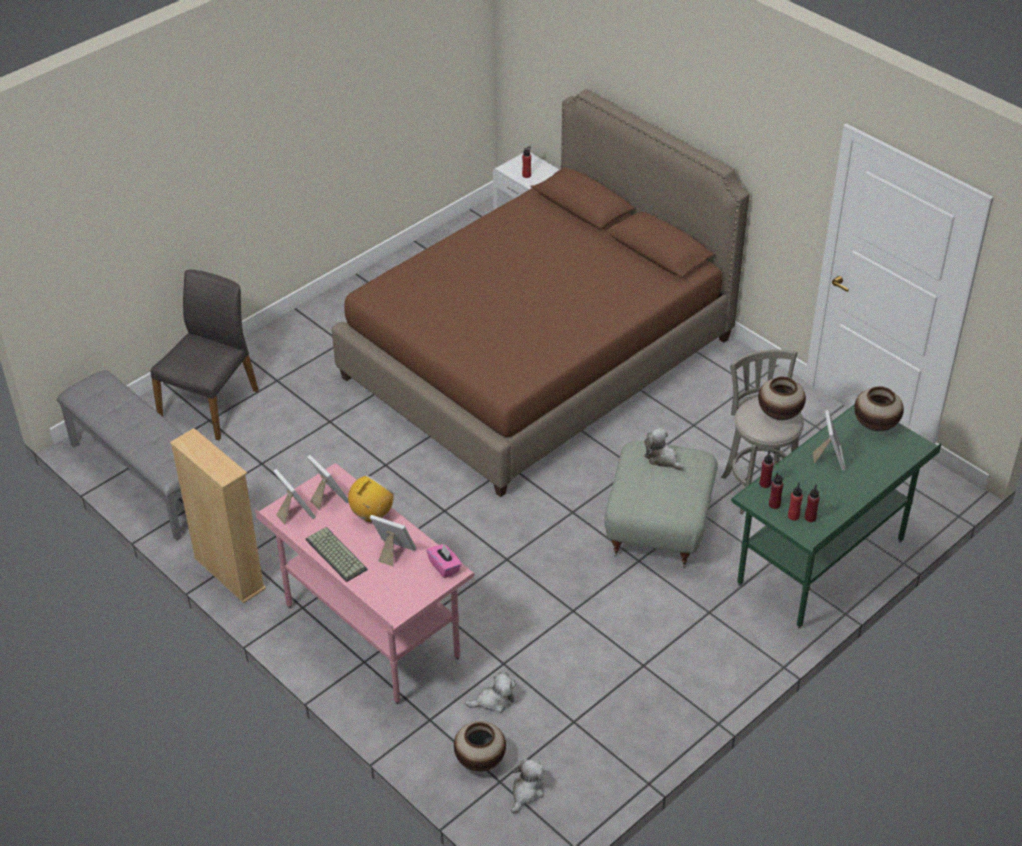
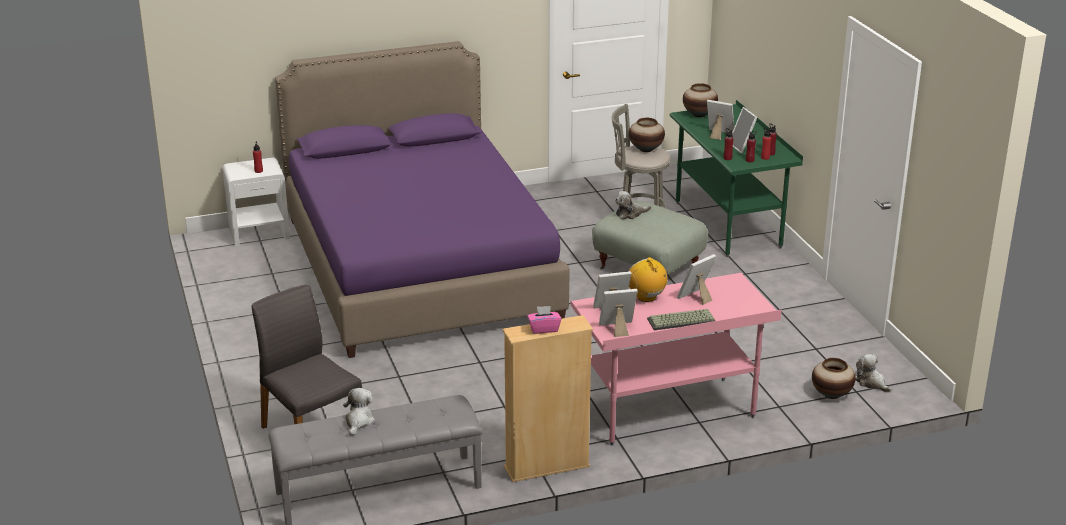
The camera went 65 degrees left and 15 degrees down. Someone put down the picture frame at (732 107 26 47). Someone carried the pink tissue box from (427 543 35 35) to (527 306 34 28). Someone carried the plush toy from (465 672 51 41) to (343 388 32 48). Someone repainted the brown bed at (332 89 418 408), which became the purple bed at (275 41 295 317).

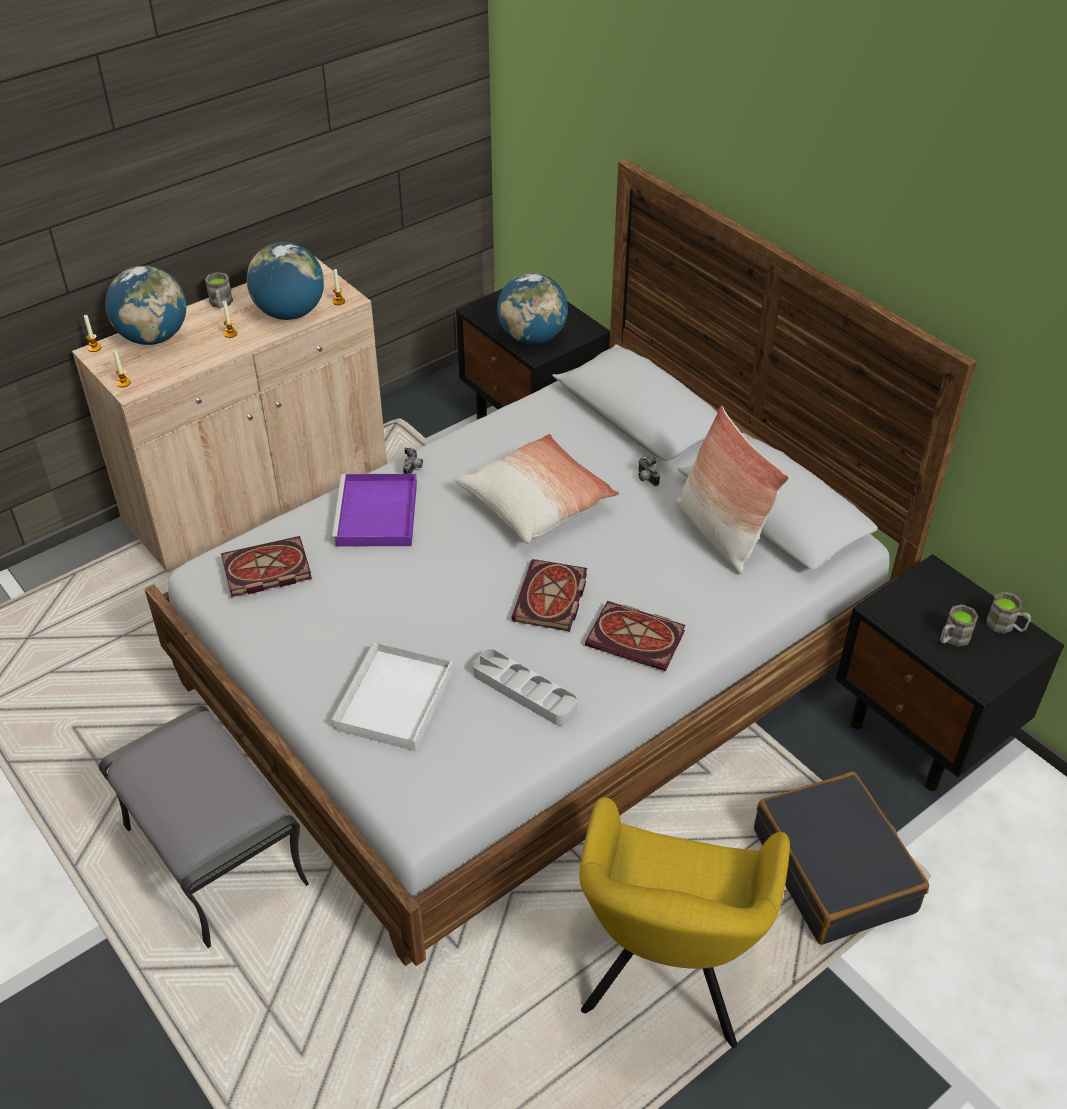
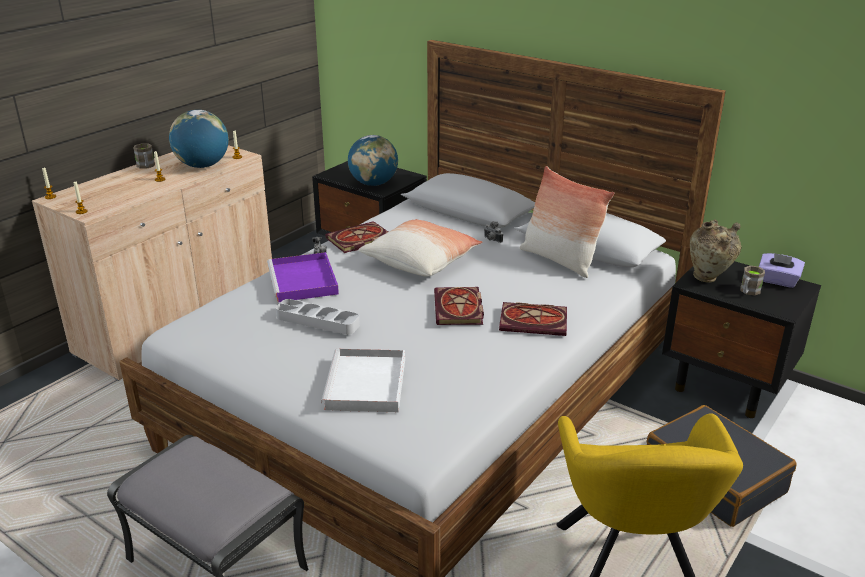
The camera went 15 degrees left and 15 degrees down. Someone took away the globe at (105 266 81 79). Someone put down the beige vase at (690 219 52 64). Someone carried the book from (221 536 91 61) to (326 221 62 32). Someone carried the grey tray from (473 649 104 76) to (276 299 84 36). Someone swapped the brown mug at (986 592 45 42) for the purple tissue box at (759 253 46 35).

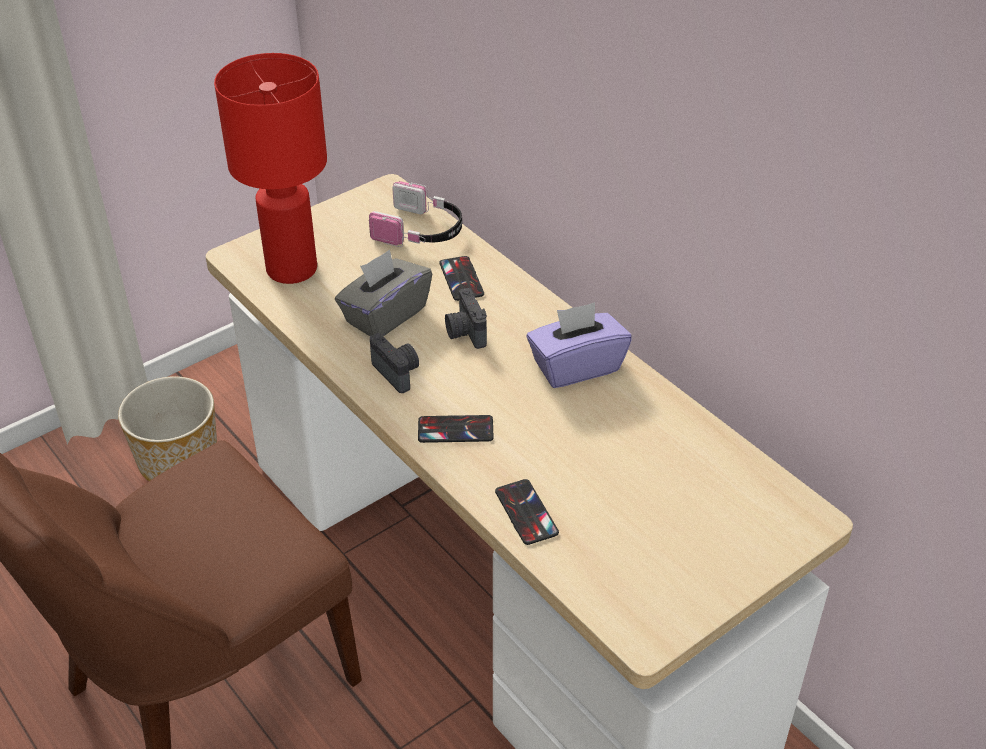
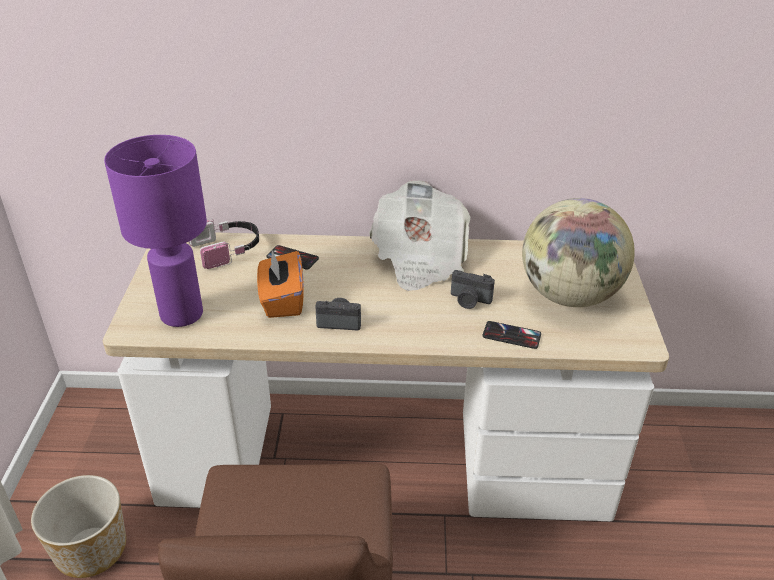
The camera went 50 degrees left and 5 degrees down. Someone took away the phone at (418 415 76 28). Someone put down the globe at (522 198 113 109). Someone carried the photo camera from (445 288 42 61) to (451 270 44 39). Someone swapped the purple tissue box at (527 302 105 86) for the newspaper at (369 180 101 111). Someone repainted the red table lamp at (214 53 113 231), which became the purple table lamp at (104 135 103 192). Someone repainted the grey tissue box at (335 250 97 86), which became the orange tissue box at (257 251 47 67).

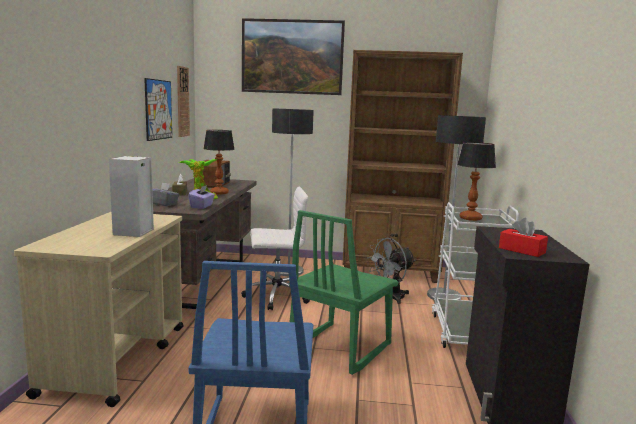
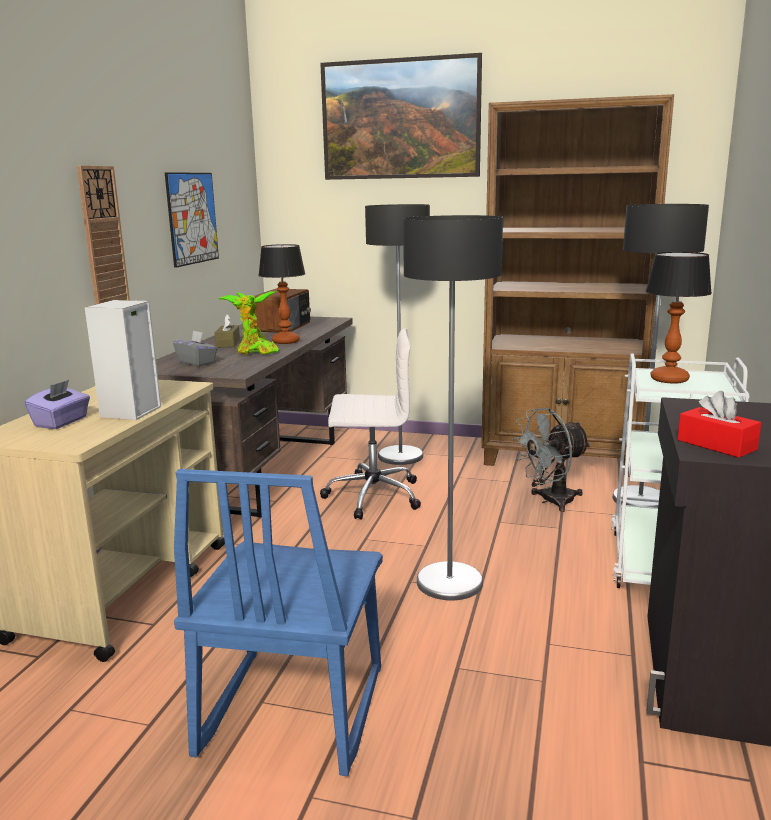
The camera went 10 degrees right and 5 degrees up. Someone carried the wall clock from (177 66 13 71) to (77 165 53 140). Someone carried the purple tissue box from (188 185 27 24) to (25 380 65 49). Someone swapped the green chair at (289 210 109 165) for the floor lamp at (403 215 100 385).

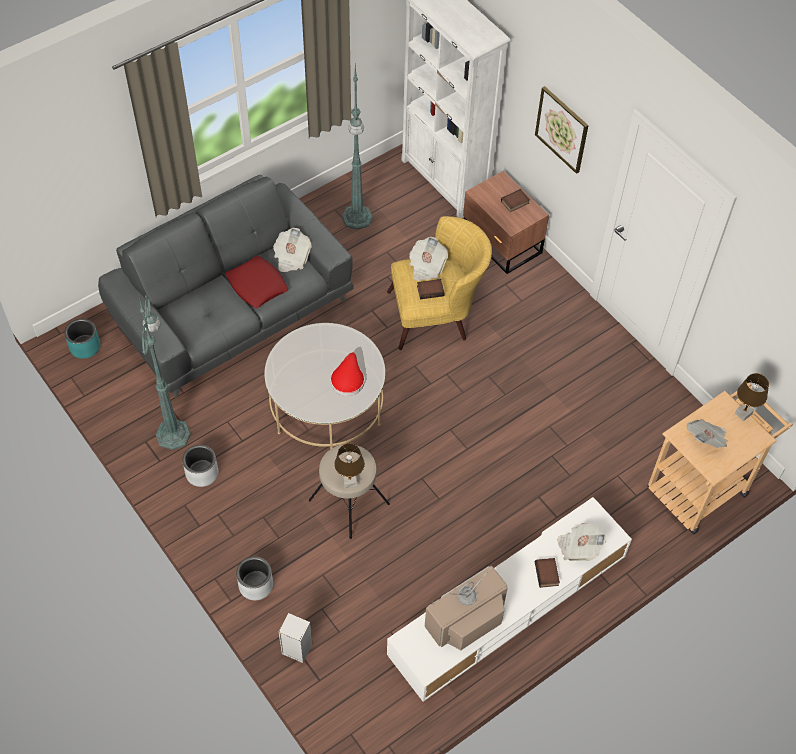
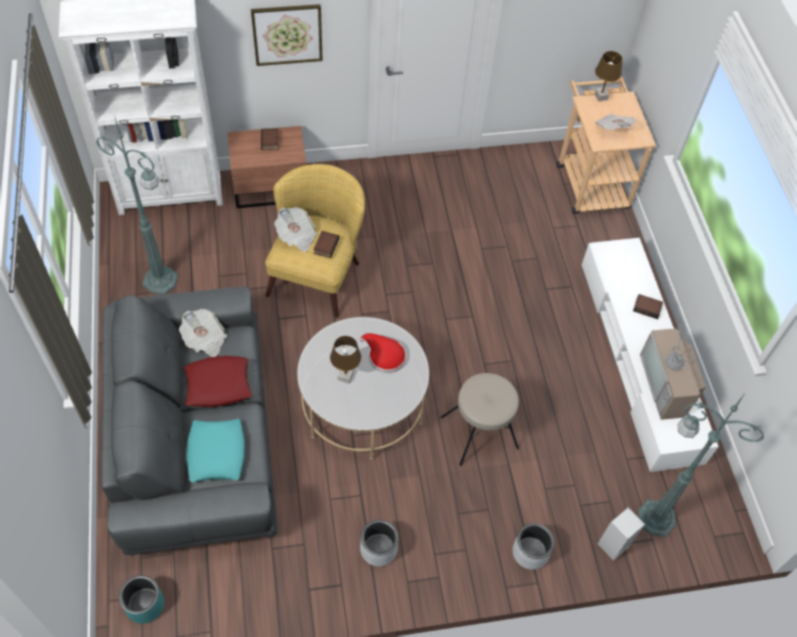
The camera went 65 degrees left and 0 degrees up. Someone took away the newspaper at (557 523 49 38). Someone put down the turquoise pillow at (186 419 59 64). Someone carried the green floor lamp from (138 293 53 157) to (638 392 126 145). Someone carried the brown table lamp from (334 443 31 45) to (330 336 31 48).

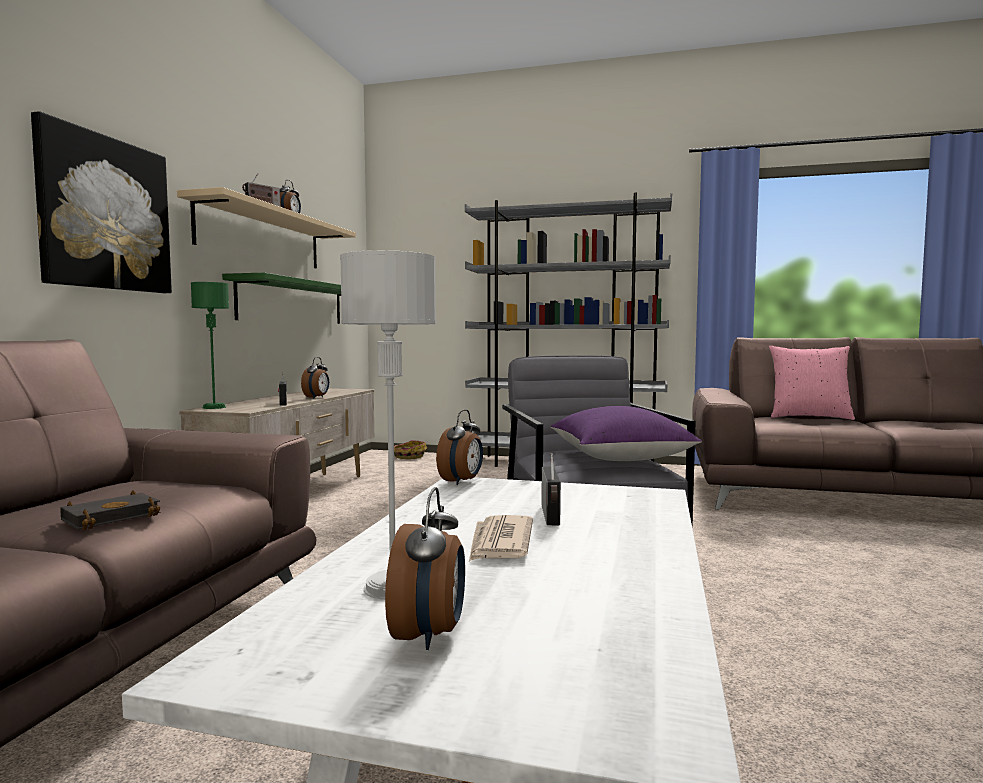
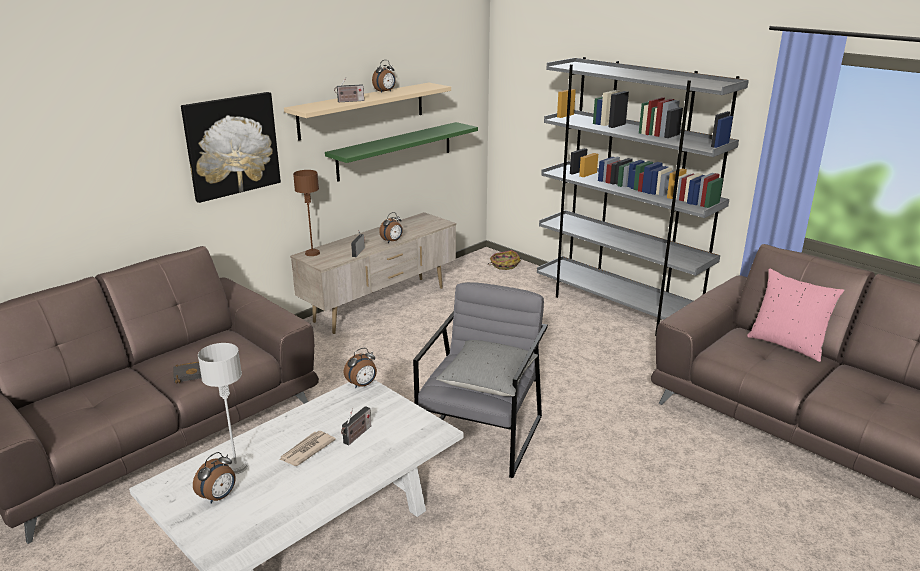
The camera went 30 degrees right and 20 degrees up. Someone repainted the green table lamp at (191 282 38 127), which became the brown table lamp at (293 170 27 86). Someone repainted the purple pillow at (550 406 152 55), which became the grey pillow at (436 340 102 56).

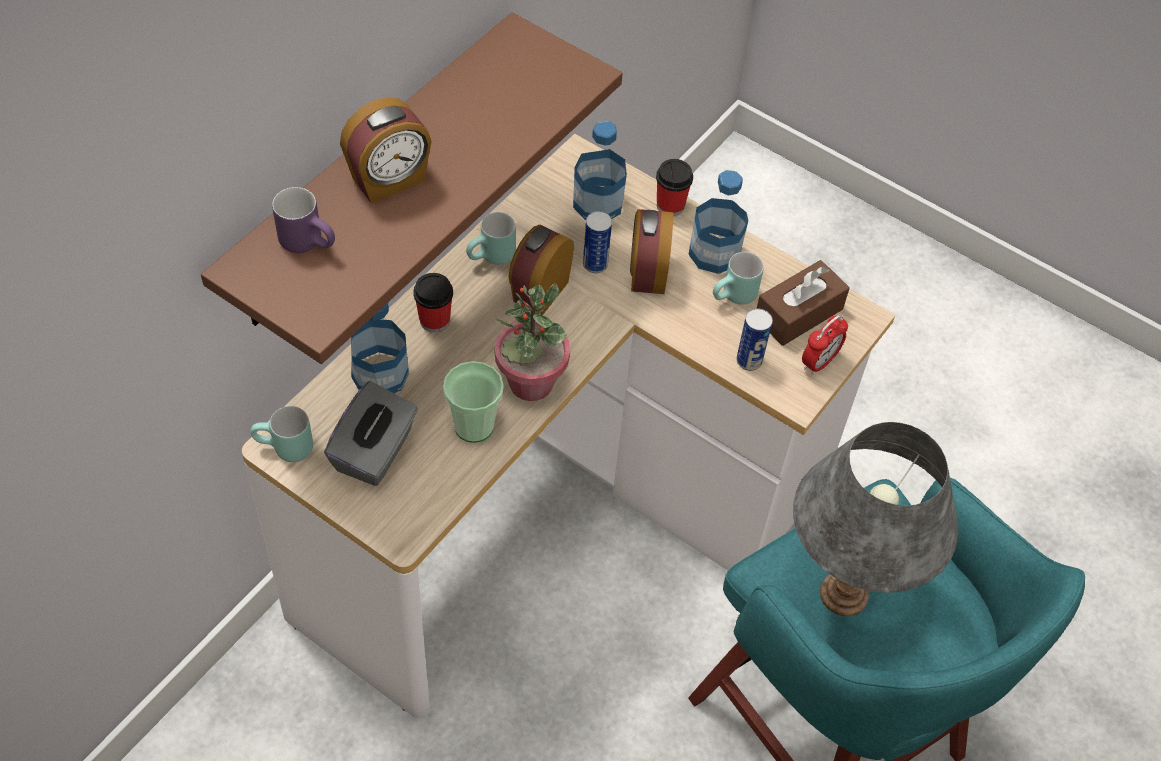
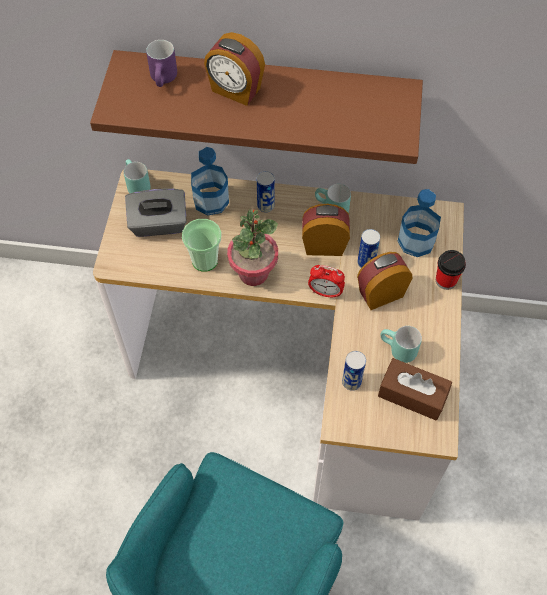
The camera went 65 degrees right and 5 degrees up. Someone took away the bottle at (688 170 60 104). Someone took away the grey table lamp at (793 422 165 194). Someone carried the alarm clock from (802 315 46 60) to (308 265 37 33). Someone swapped the cup at (413 273 40 60) for the can at (257 171 17 42).

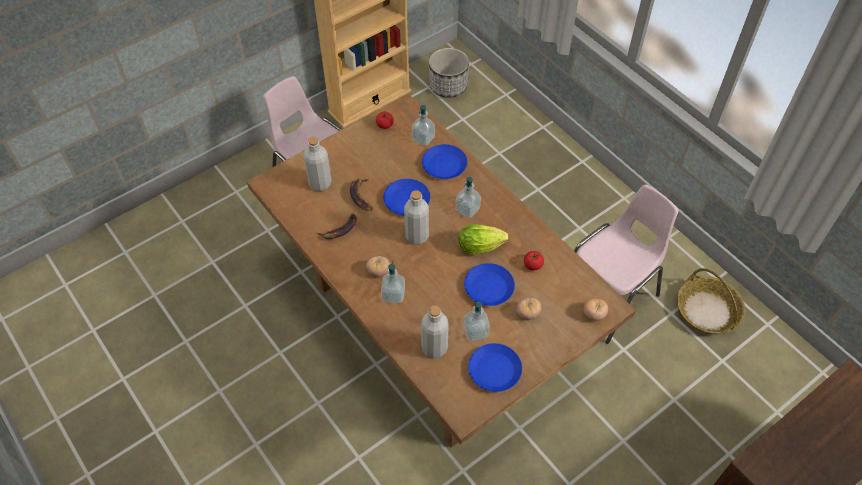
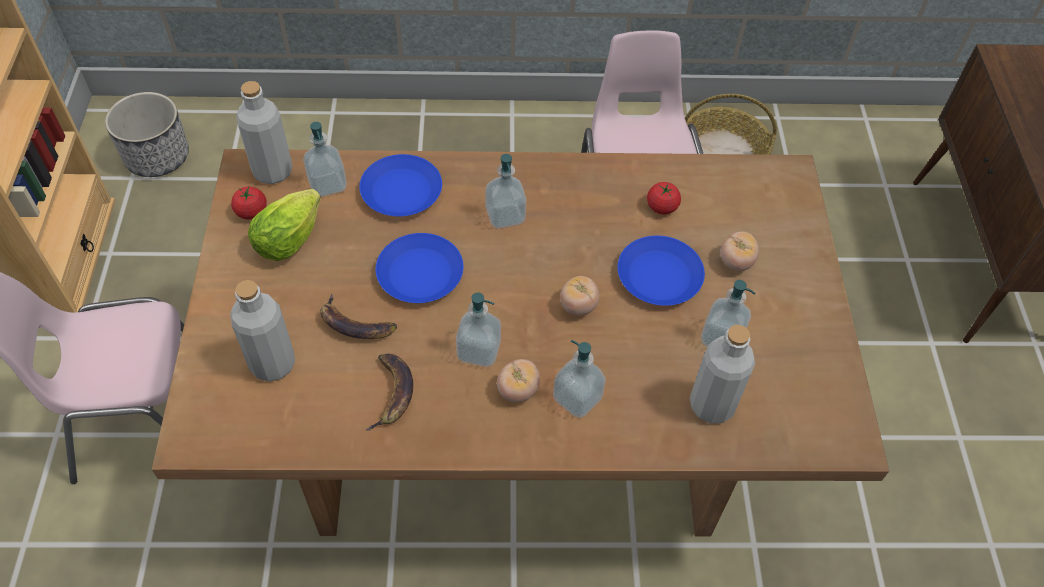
The camera went 55 degrees left and 0 degrees up. Someone took away the blue plate at (468 343 54 49). Someone put down the soap dispenser at (456 293 45 74). Someone carried the grey bottle from (404 190 25 55) to (236 81 57 103). Someone carried the lettuce from (459 224 50 30) to (248 189 73 72). Someone carried the tomato from (583 299 25 22) to (560 276 39 40).

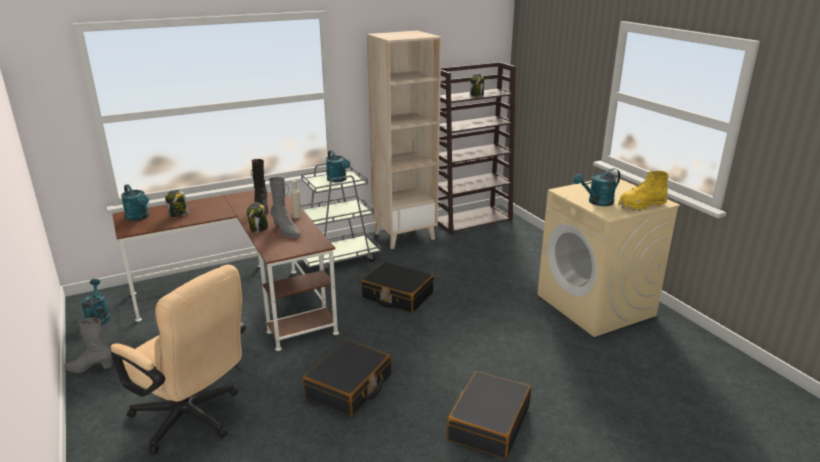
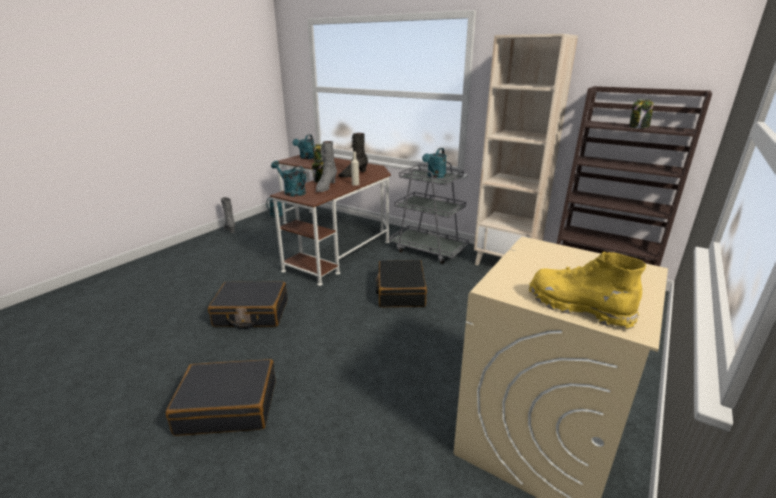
The camera went 60 degrees right and 0 degrees up. Someone took away the beige office chair at (110 265 136 189). Someone carried the turquoise watering can from (573 168 47 38) to (271 161 35 35).

